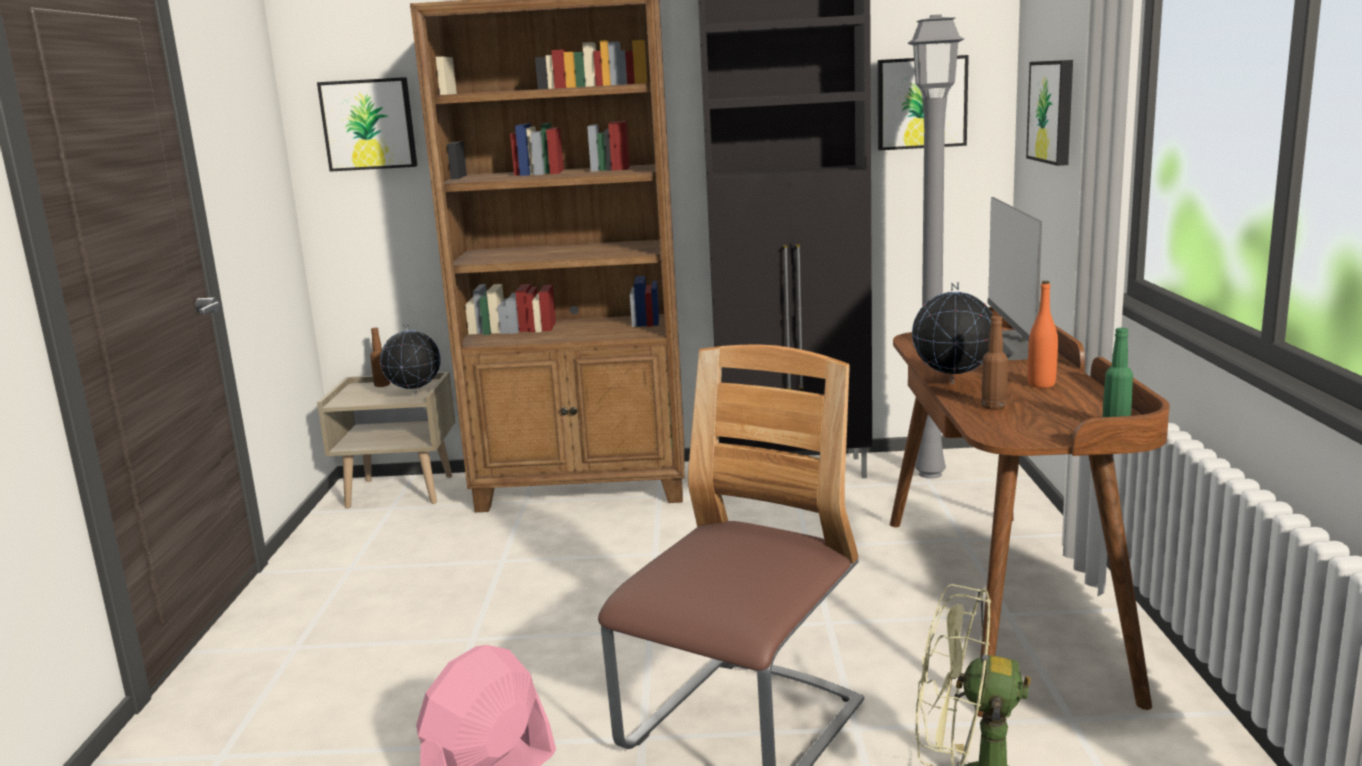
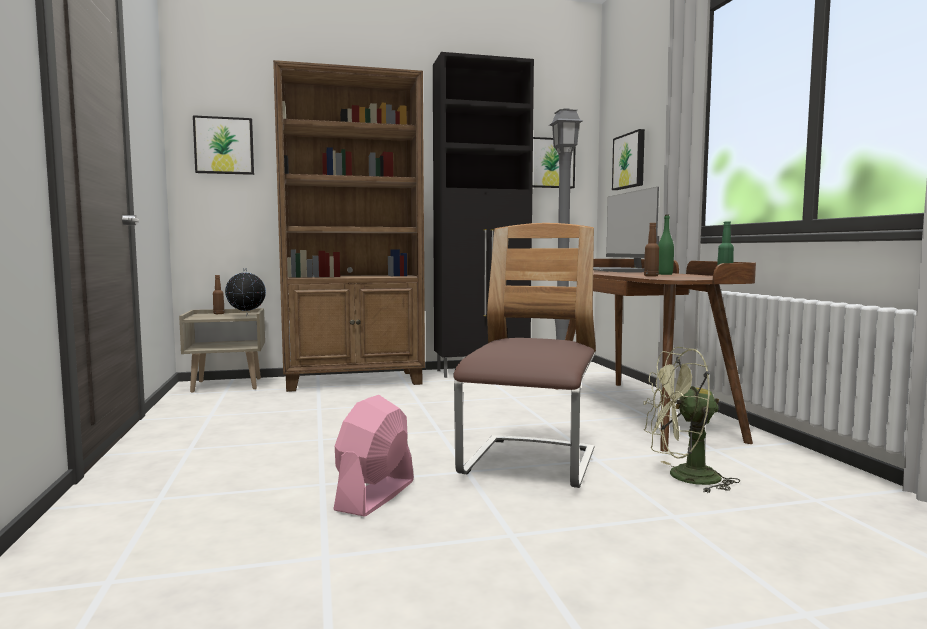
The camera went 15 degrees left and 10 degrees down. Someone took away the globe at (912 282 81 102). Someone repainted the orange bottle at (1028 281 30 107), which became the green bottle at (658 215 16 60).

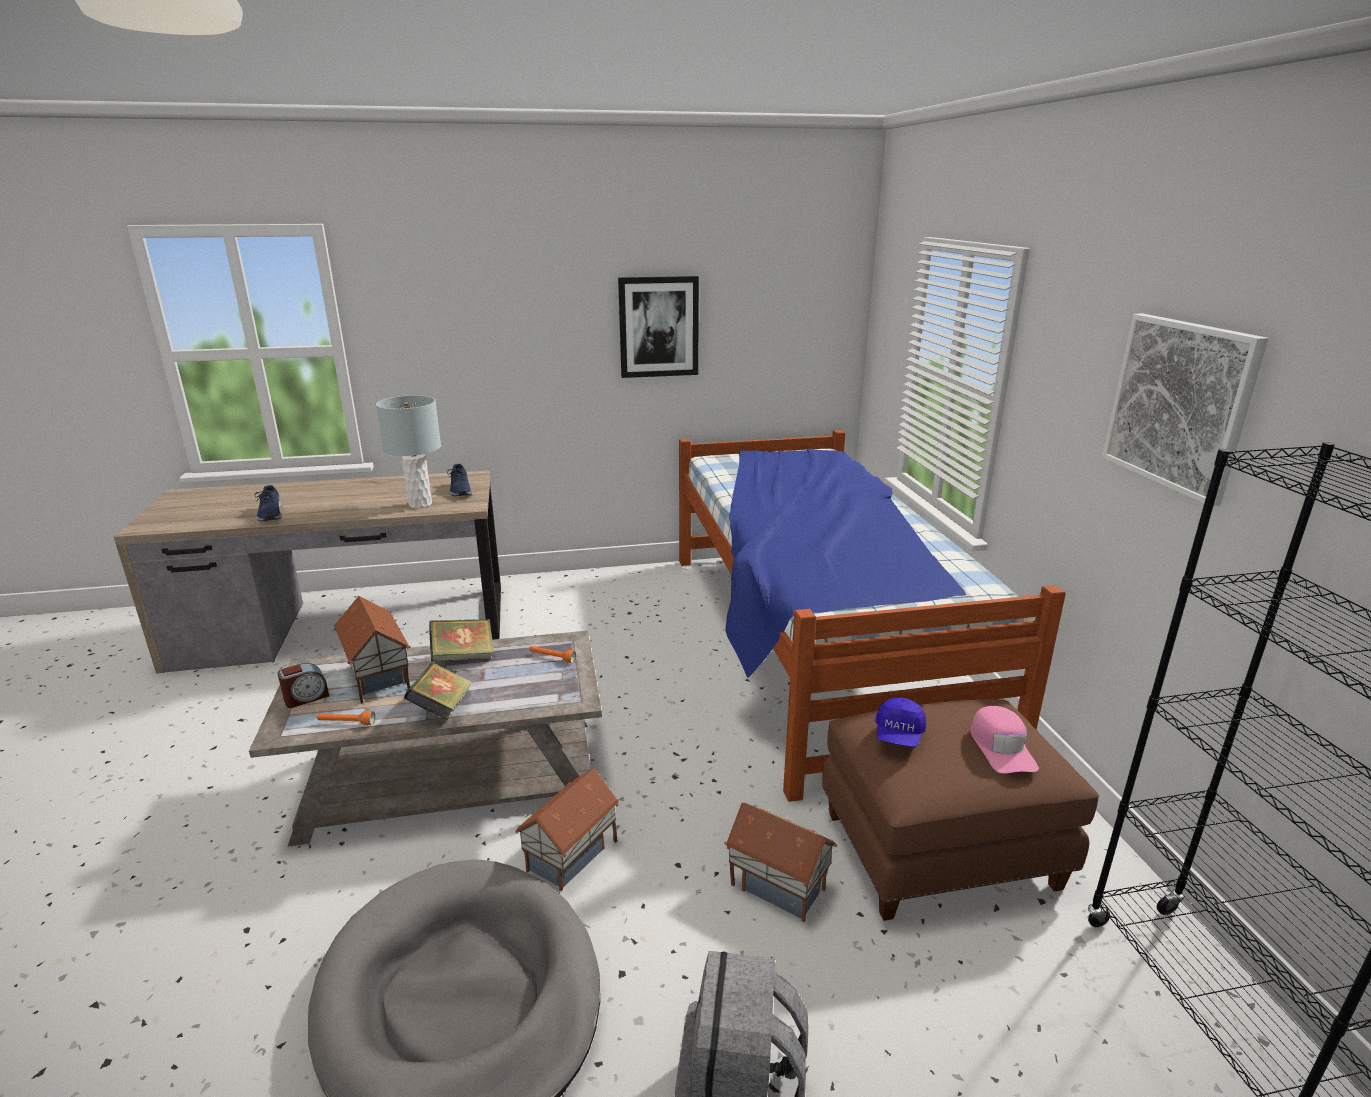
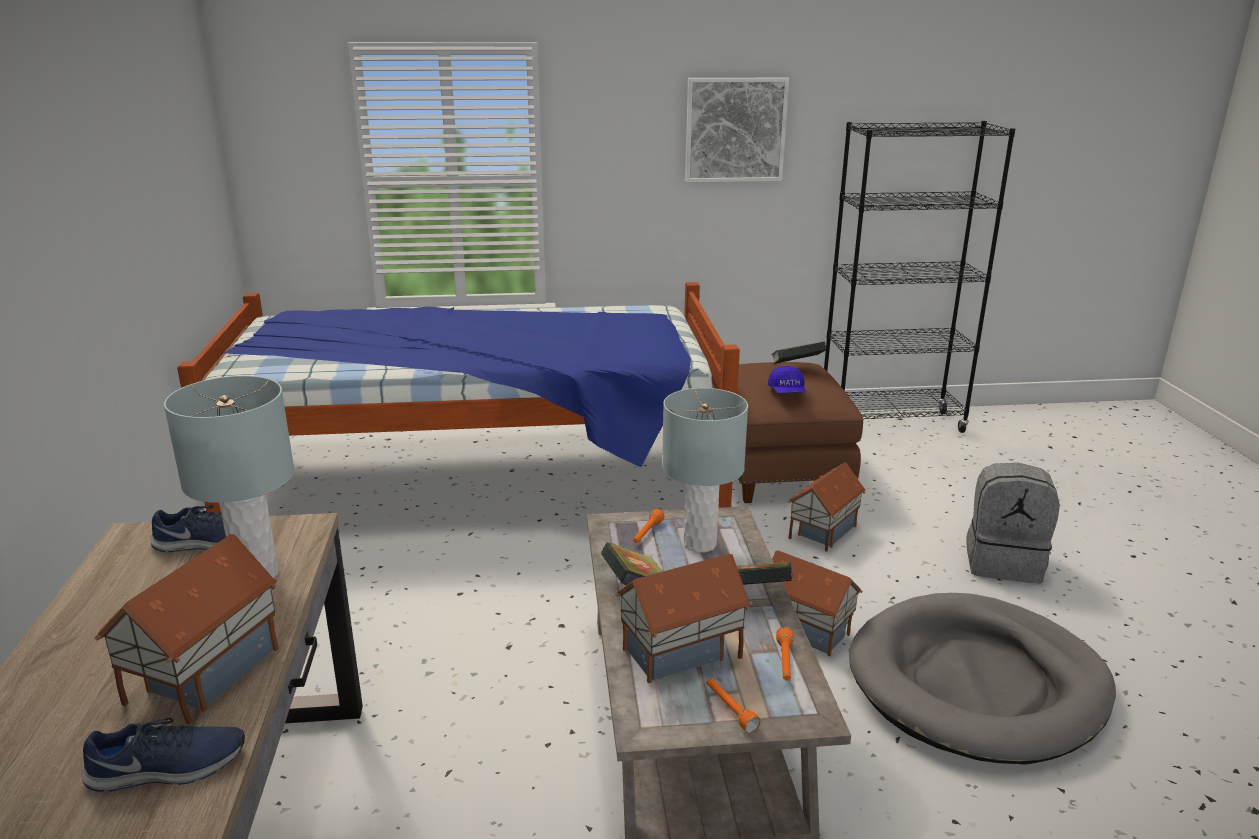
The camera went 85 degrees left and 0 degrees up. Someone took away the picture at (618 276 81 102). Someone put down the toy house at (94 534 185 190). Someone put down the grey table lamp at (662 388 86 165). Someone swapped the alarm clock at (277 663 52 45) for the orange flashlight at (707 678 54 55). Someone swapped the pink cap at (970 706 69 67) for the book at (771 341 55 24). Someone rotated the blue cap at (875 697 51 50) by 60 degrees clockwise.

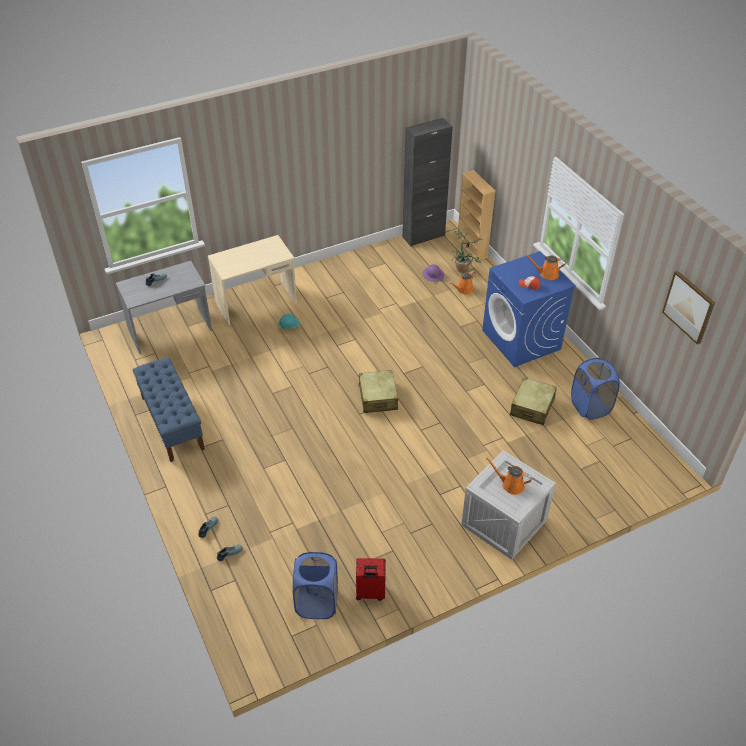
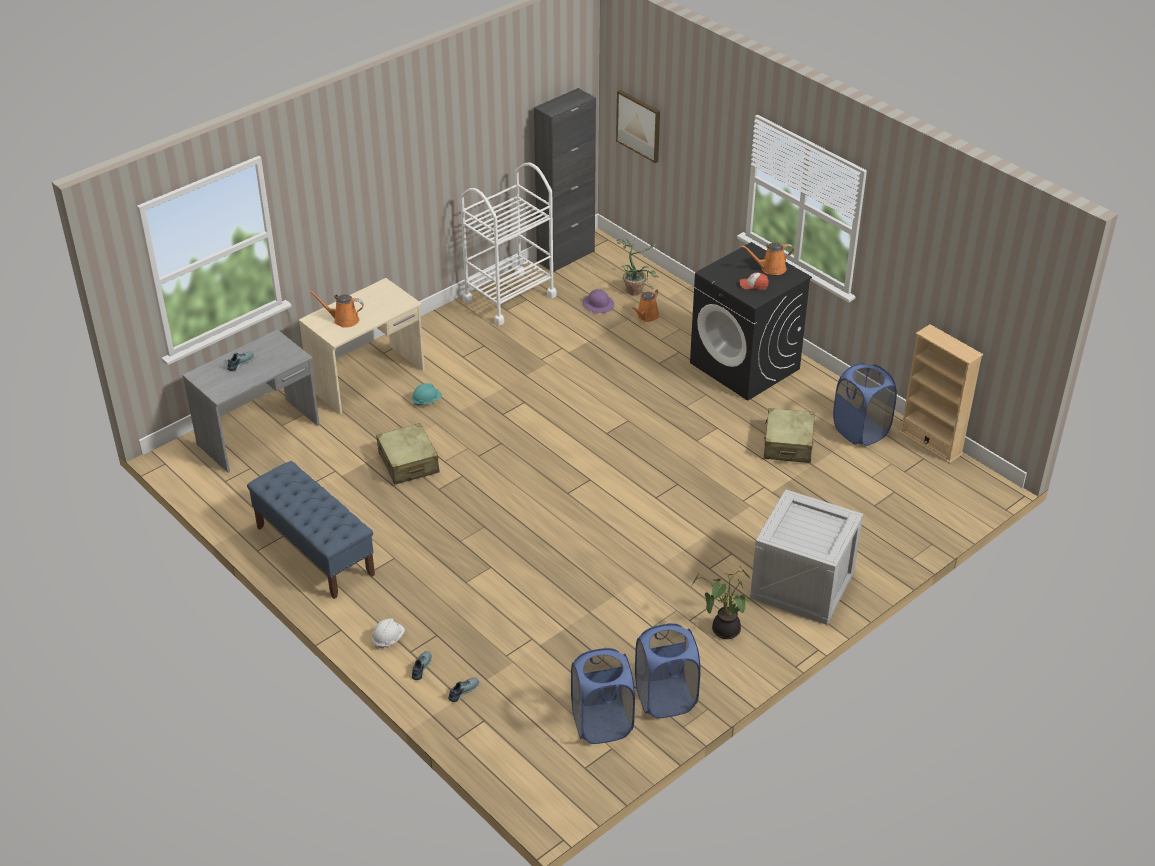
The camera went 15 degrees left and 5 degrees down. Someone put down the white hard hat at (372 618 33 32). Someone put down the white cart at (460 163 97 162). Someone put down the potted plant at (692 568 58 71). Someone carried the beige suitcase from (358 370 40 43) to (376 423 64 61). Someone carried the beige bookcase from (456 170 40 91) to (899 324 84 140). Someone carried the orange watering can from (486 457 46 38) to (309 290 55 38). Someone carried the picture from (662 271 53 74) to (616 90 44 73). Someone swapped the red suitcase at (356 558 30 43) for the blue laundry basket at (635 623 66 95). Someone repainted the blue washing machine at (482 251 94 116), which became the black washing machine at (690 242 122 159).

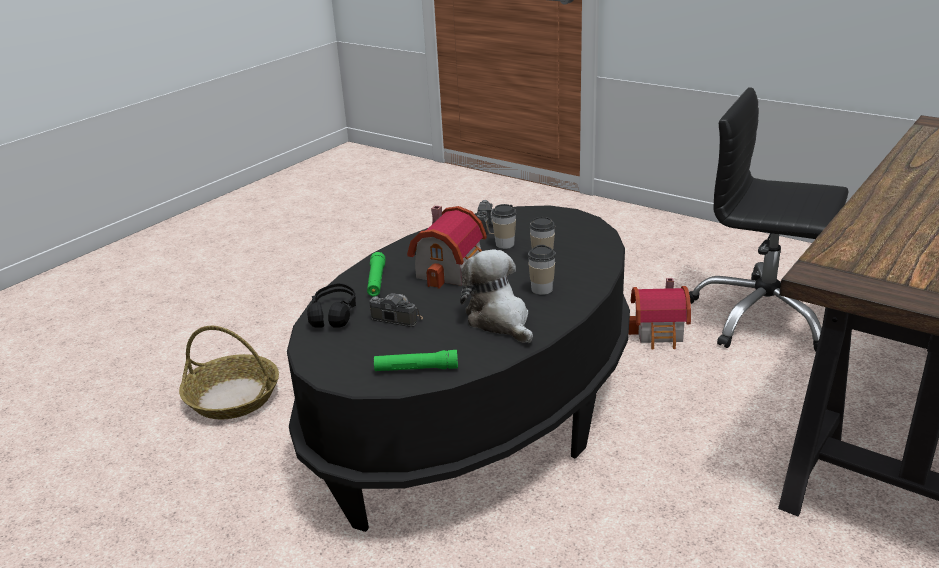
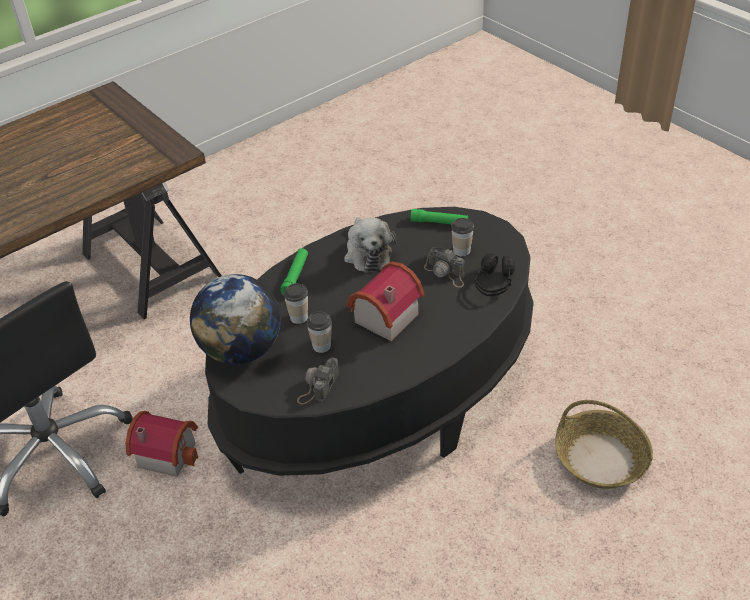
The camera went 165 degrees left and 15 degrees up. Someone put down the globe at (190 274 91 90). Someone carried the green flashlight from (367 252 19 44) to (280 248 28 47). Someone carried the cup from (528 245 28 50) to (451 218 23 38).

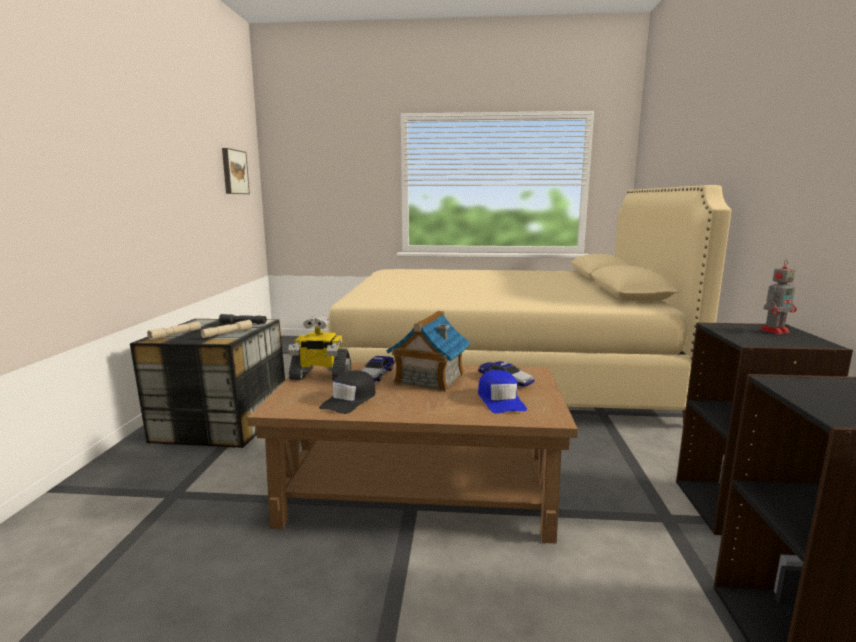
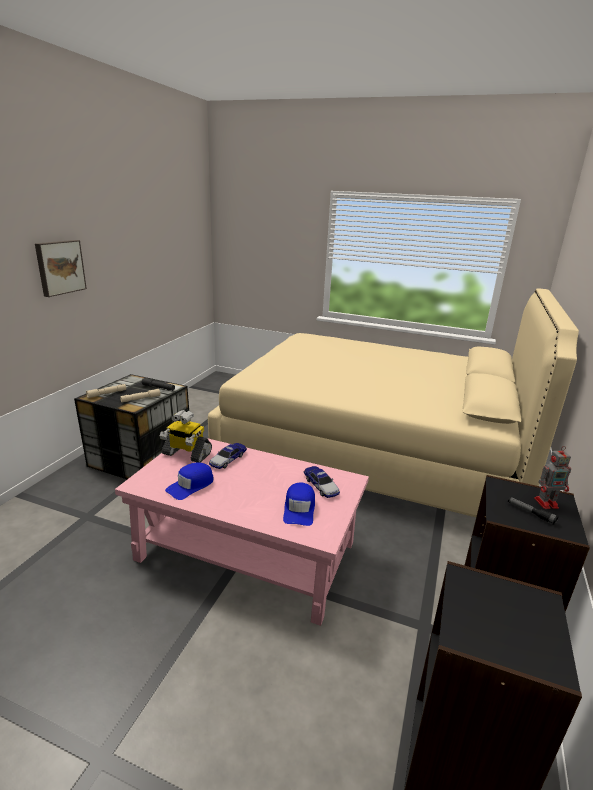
The camera went 15 degrees right and 10 degrees up. Someone took away the toy house at (386 311 85 81). Someone put down the flashlight at (508 497 50 28). Someone carried the picture from (222 148 28 46) to (35 240 52 57). Someone repainted the brown coffee table at (247 362 331 182), which became the pink coffee table at (115 438 254 188). Someone repainted the black cap at (319 370 57 44), which became the blue cap at (165 462 49 38).

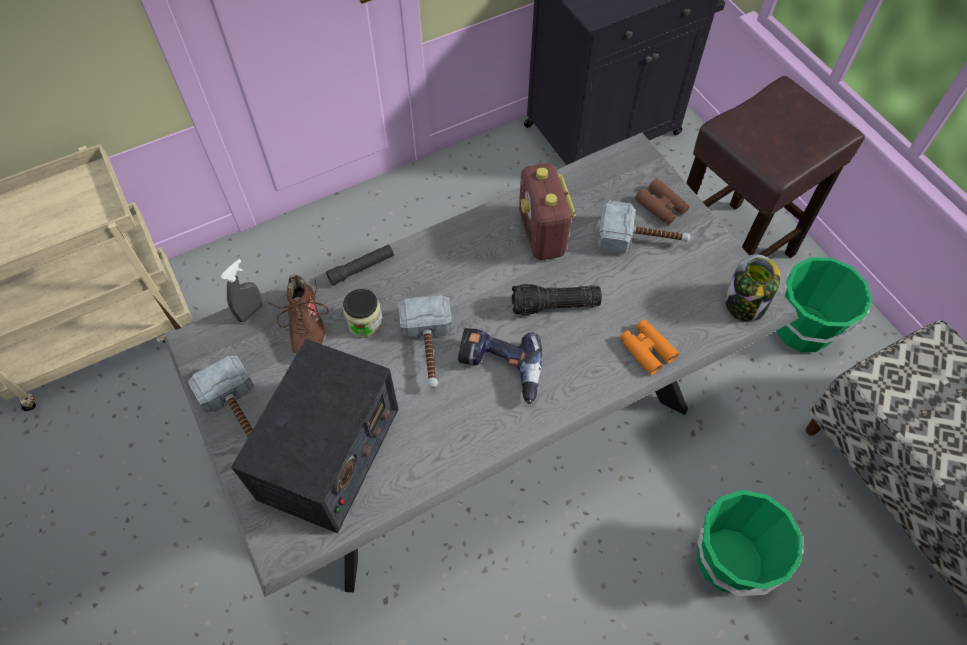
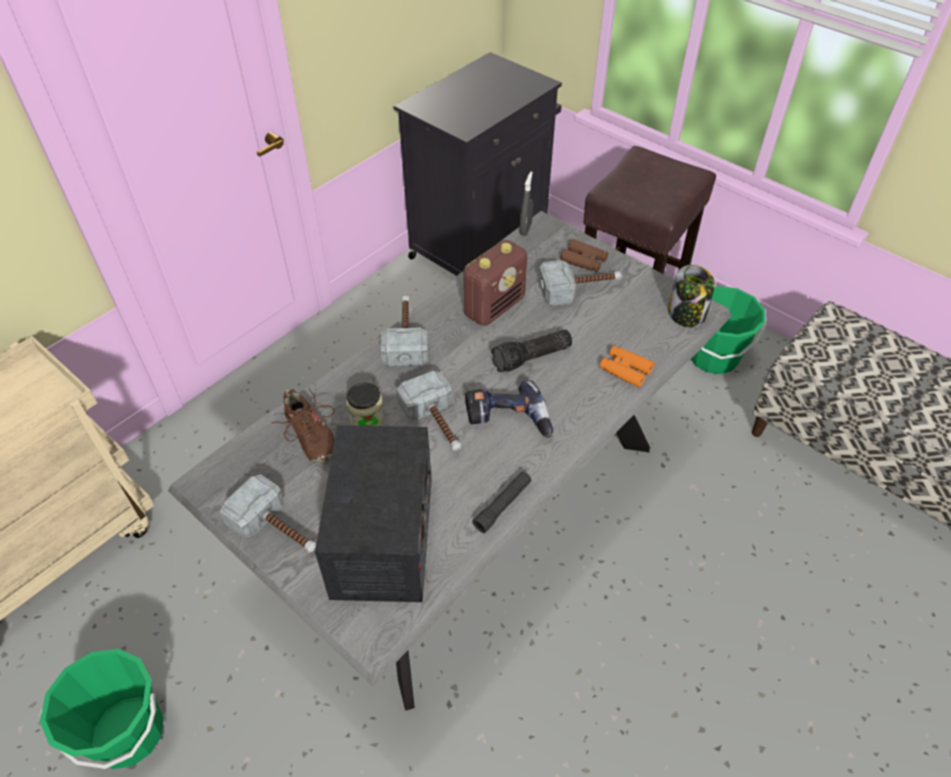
The camera went 20 degrees left and 10 degrees down. Someone put down the hammer at (381 296 47 70). Someone carried the grey spray bottle from (221 259 41 63) to (520 171 13 65). Someone carried the black flashlight from (326 244 68 42) to (472 472 59 61). Someone carried the green bucket from (697 490 106 106) to (40 649 124 120). Someone rotated the radio at (519 163 57 97) by 105 degrees counterclockwise.

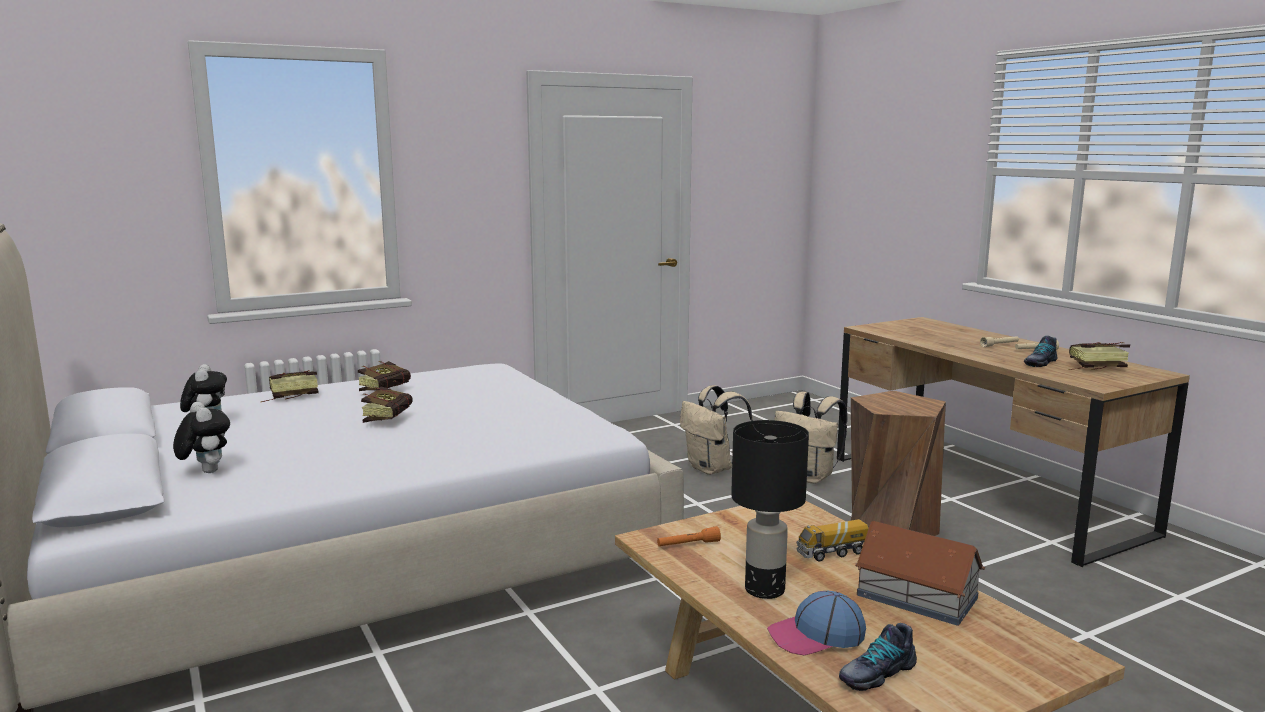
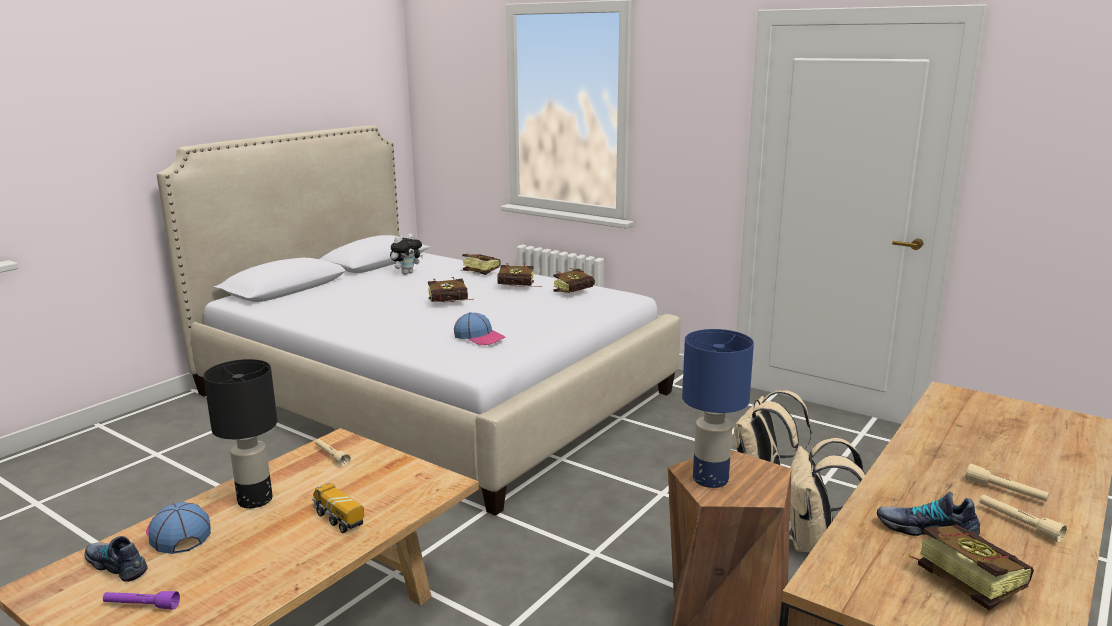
The camera went 65 degrees right and 5 degrees up. Someone took away the plush toy at (173 402 57 71). Someone took away the toy house at (855 521 130 105). Someone put down the purple flashlight at (103 591 77 19). Someone put down the cap at (454 312 51 33). Someone put down the book at (553 268 42 25). Someone put down the blue table lamp at (682 329 72 159). Someone repainted the orange flashlight at (657 526 64 20), which became the beige flashlight at (315 439 36 28).

